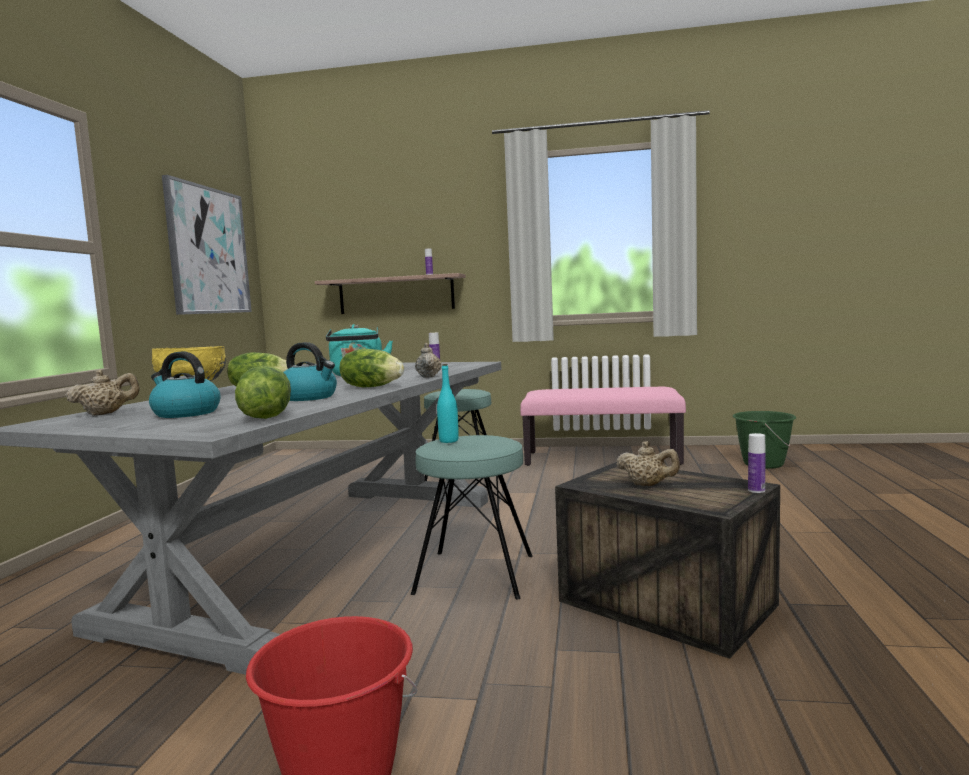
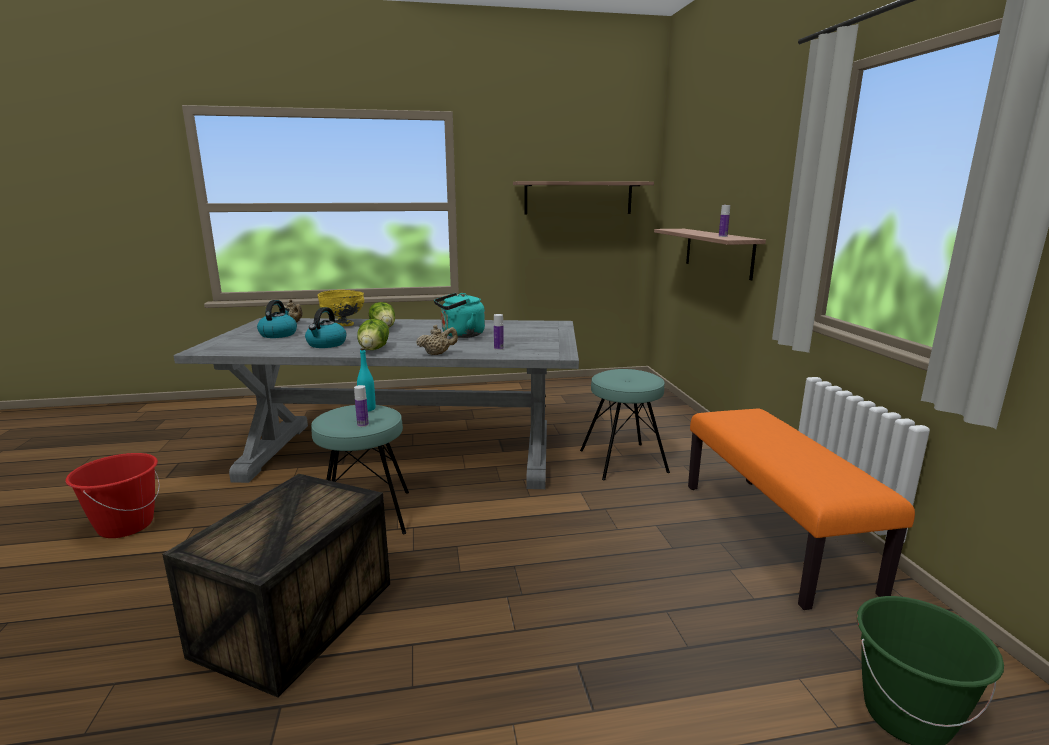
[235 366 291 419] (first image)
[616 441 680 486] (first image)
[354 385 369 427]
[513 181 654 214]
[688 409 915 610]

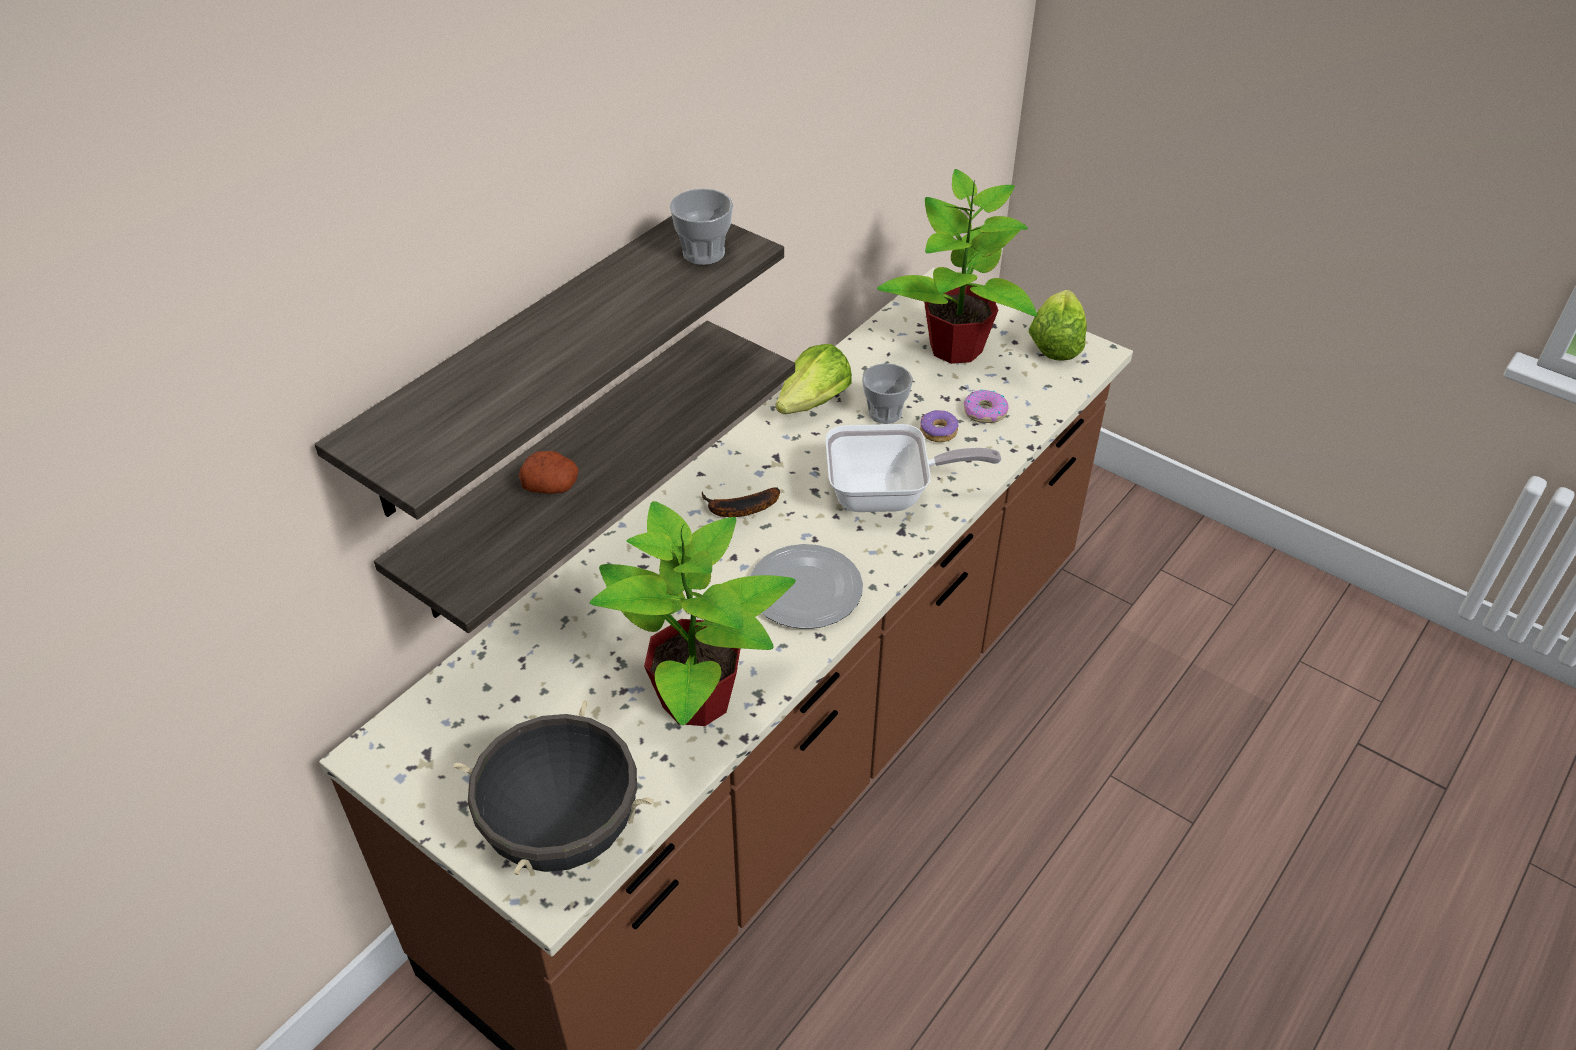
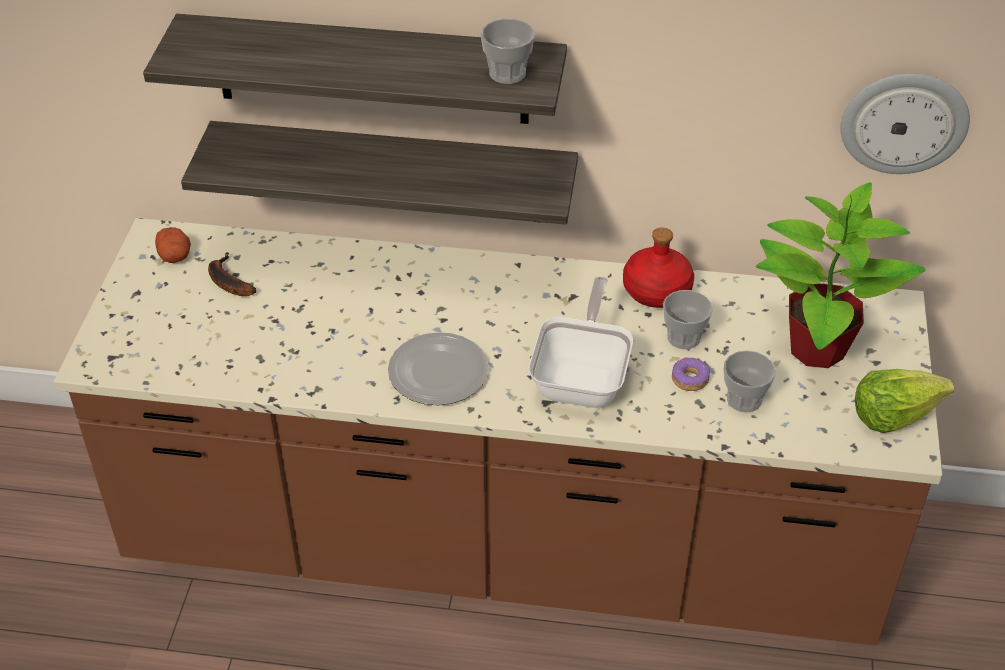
[454 700 654 876] (first image)
[590 501 796 726] (first image)
[840 73 970 174]
[155 227 191 263]
[208 252 256 296]
[623 228 694 308]
[724 350 776 413]
[528 277 633 408]

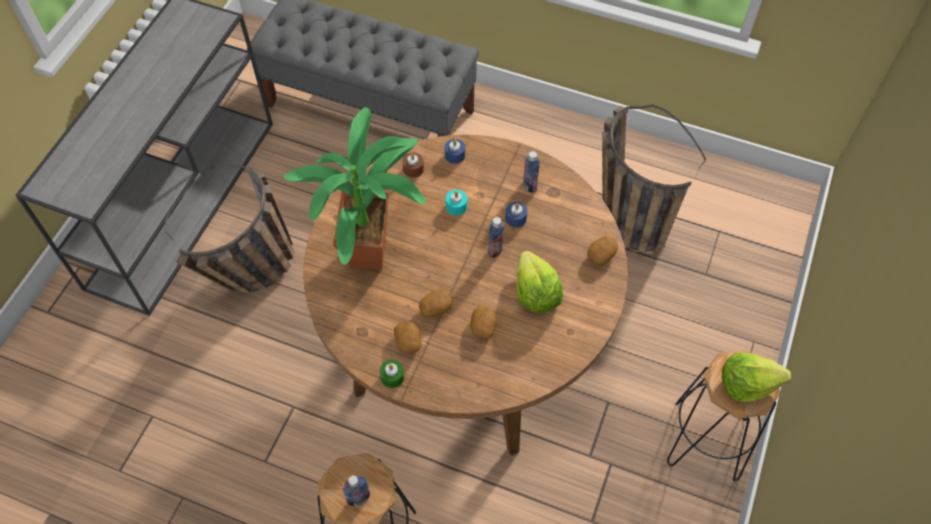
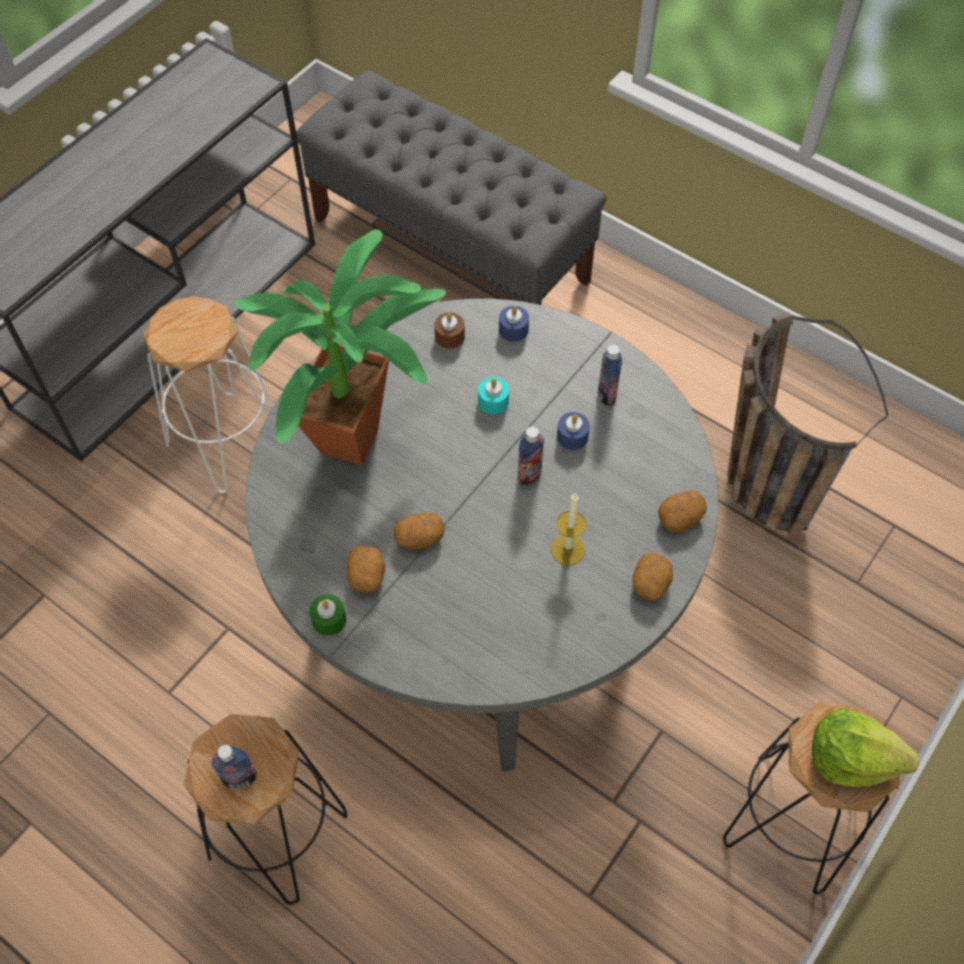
[632 552 673 601]
[142 296 273 493]
[551 493 587 565]
[246 299 718 772]

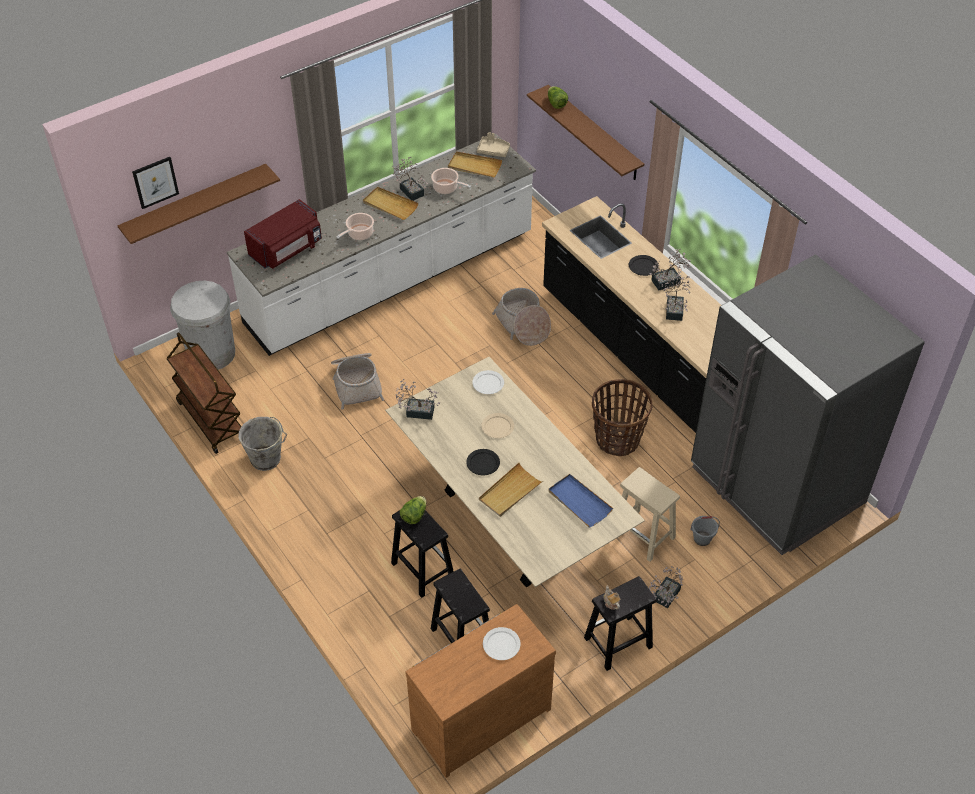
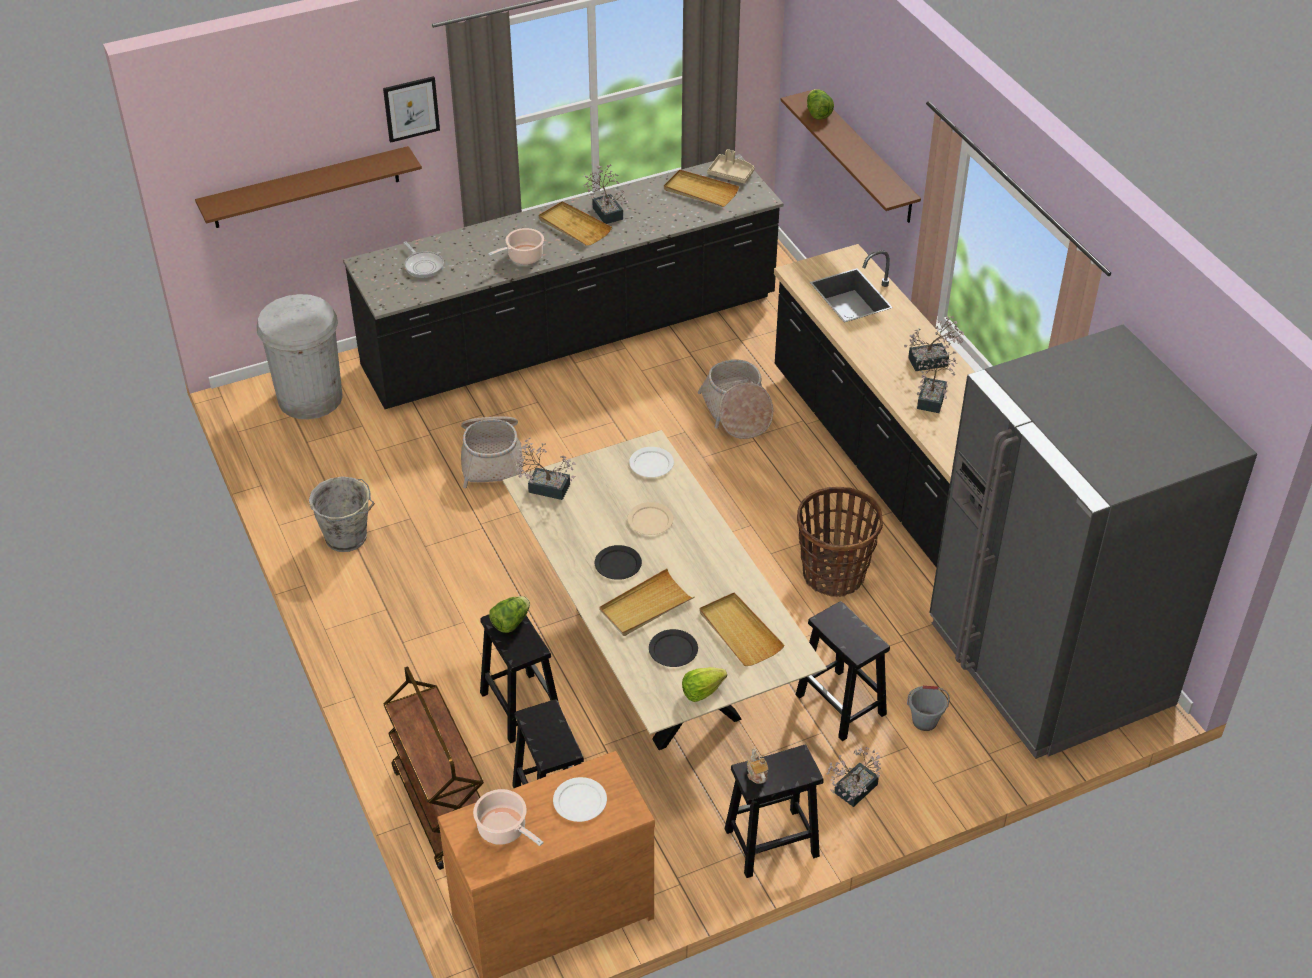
[682 667 727 702]
[383 76 440 143]
[383 666 484 870]
[473 789 543 846]
[649 629 698 667]
[404 242 444 278]
[343 154 784 409]
[700 592 784 666]
[796 601 890 741]

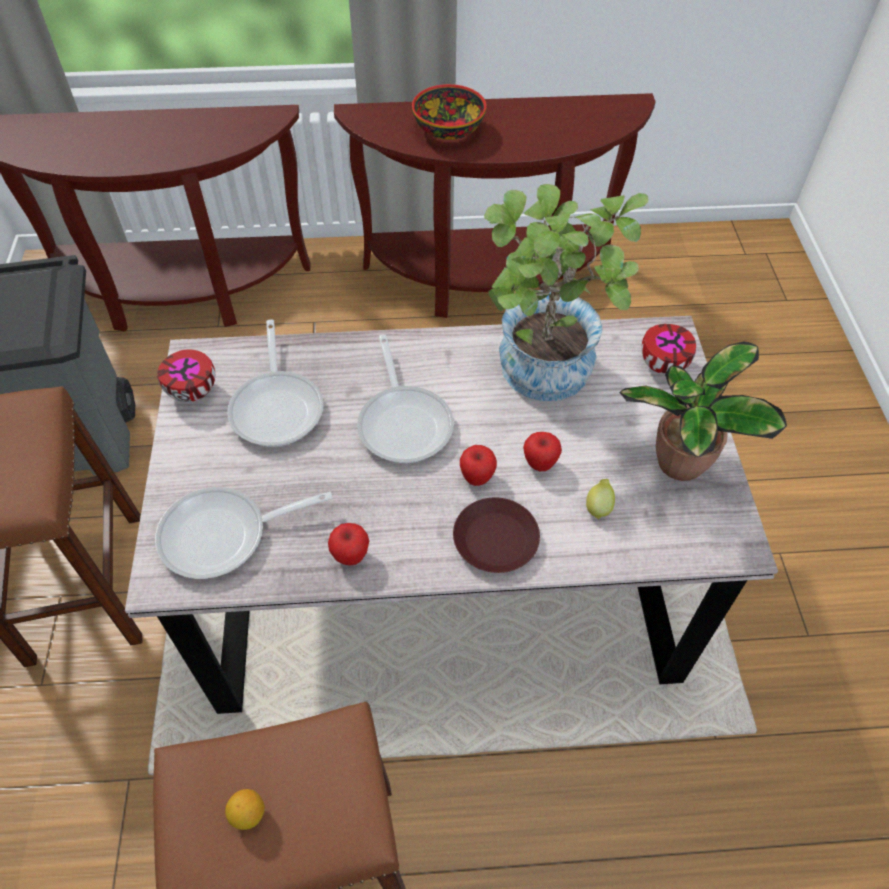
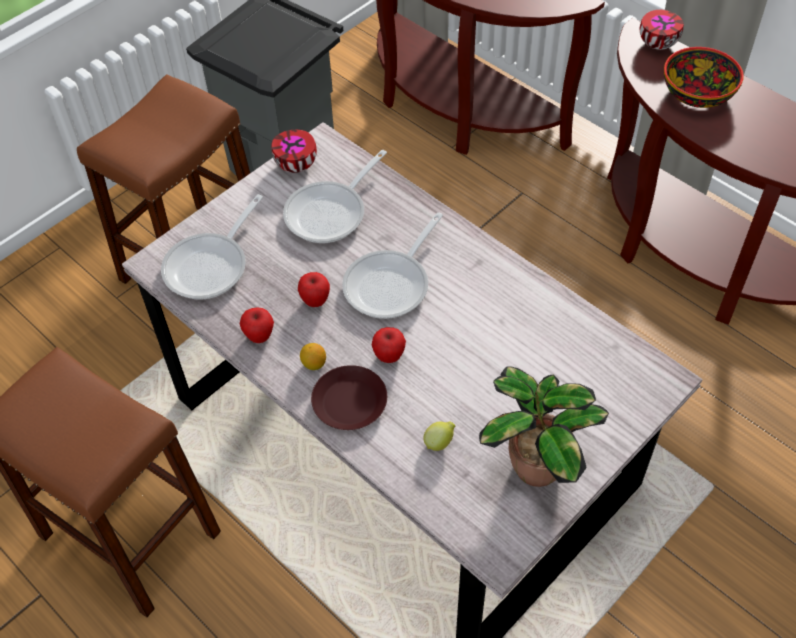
[484 184 649 401] (first image)
[300 343 326 370]
[298 272 330 307]
[640 10 684 50]
[161 194 263 300]

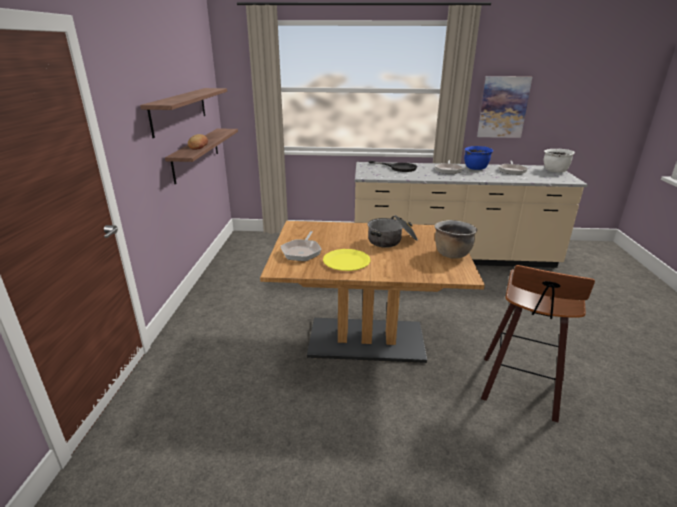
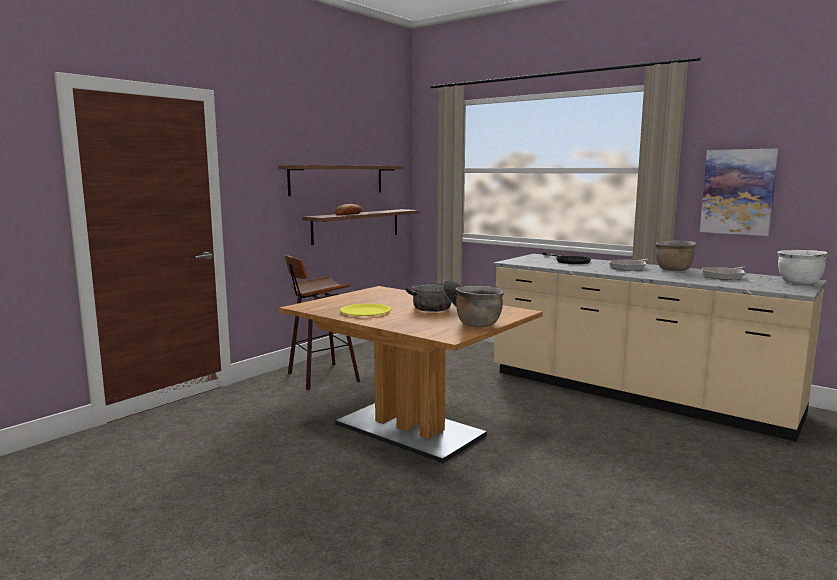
[281 231 322 261] (first image)
[284 254 360 390]
[655 240 696 271]

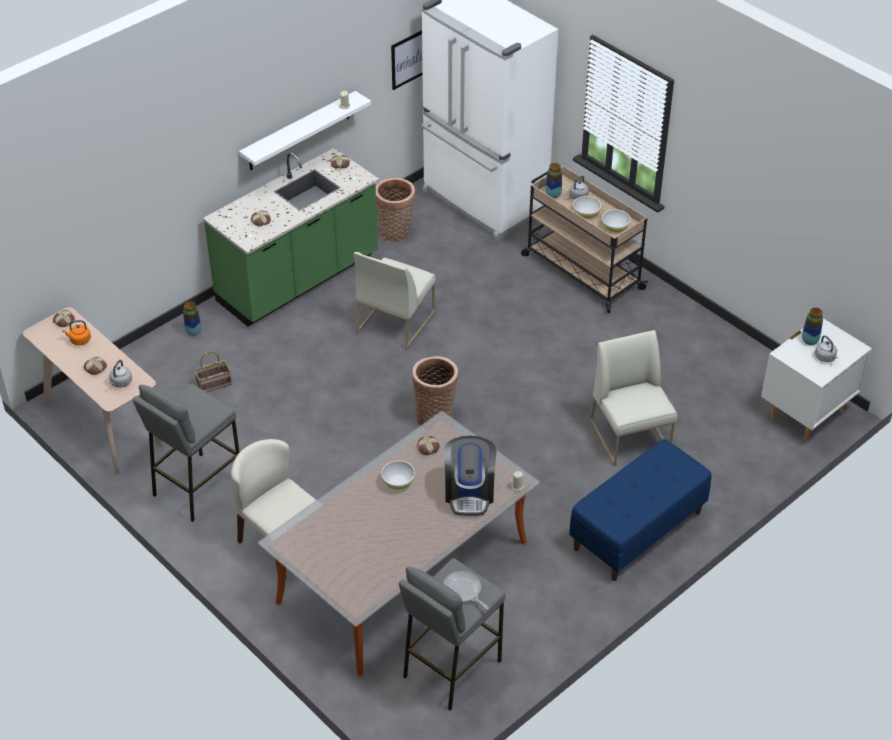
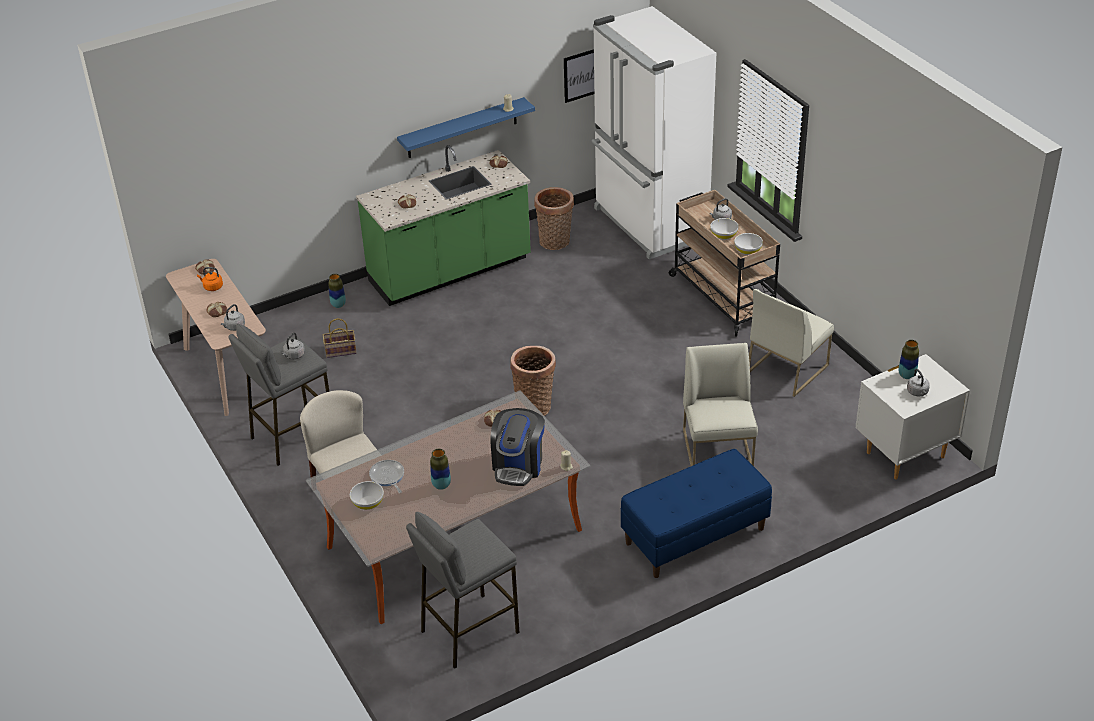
[282 332 305 360]
[749 289 834 397]
[350 481 384 510]
[369 460 404 493]
[430 449 451 490]
[397 97 535 158]

